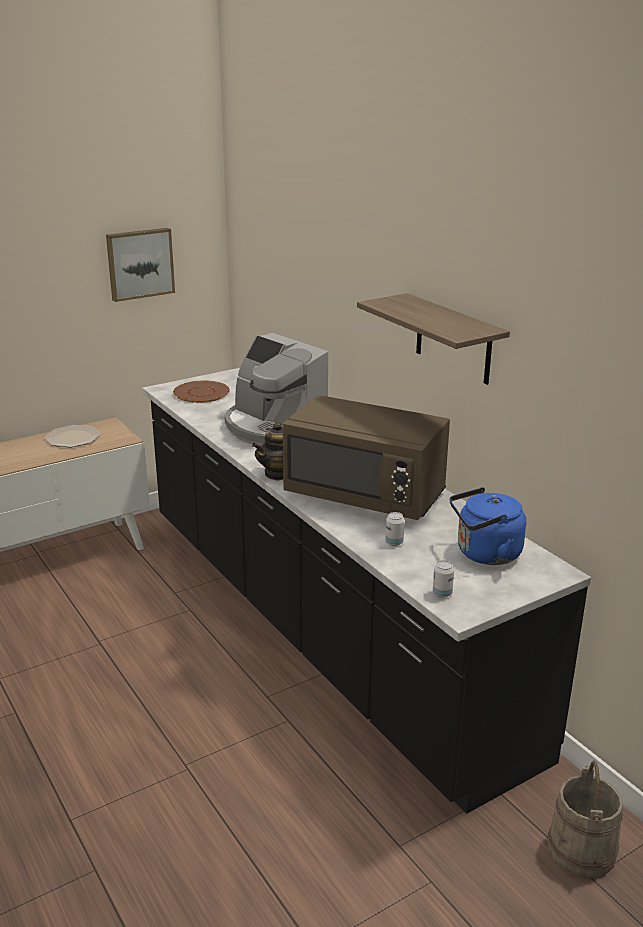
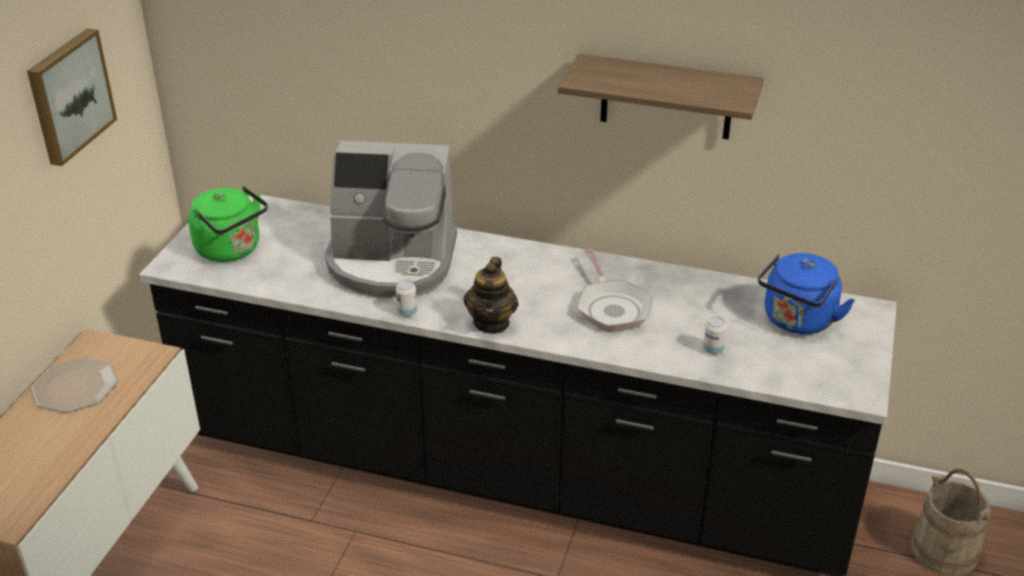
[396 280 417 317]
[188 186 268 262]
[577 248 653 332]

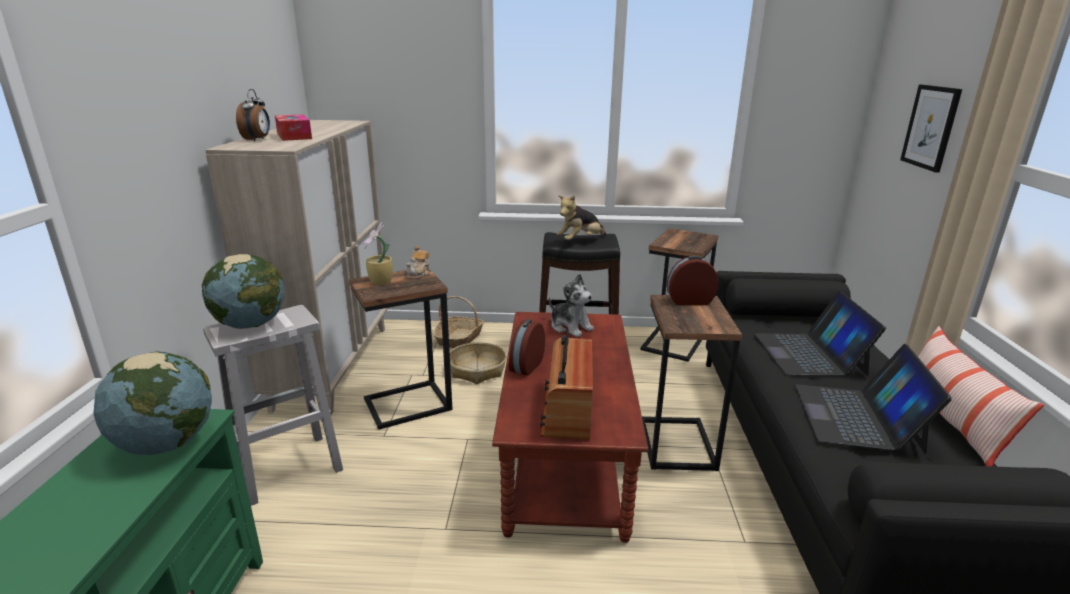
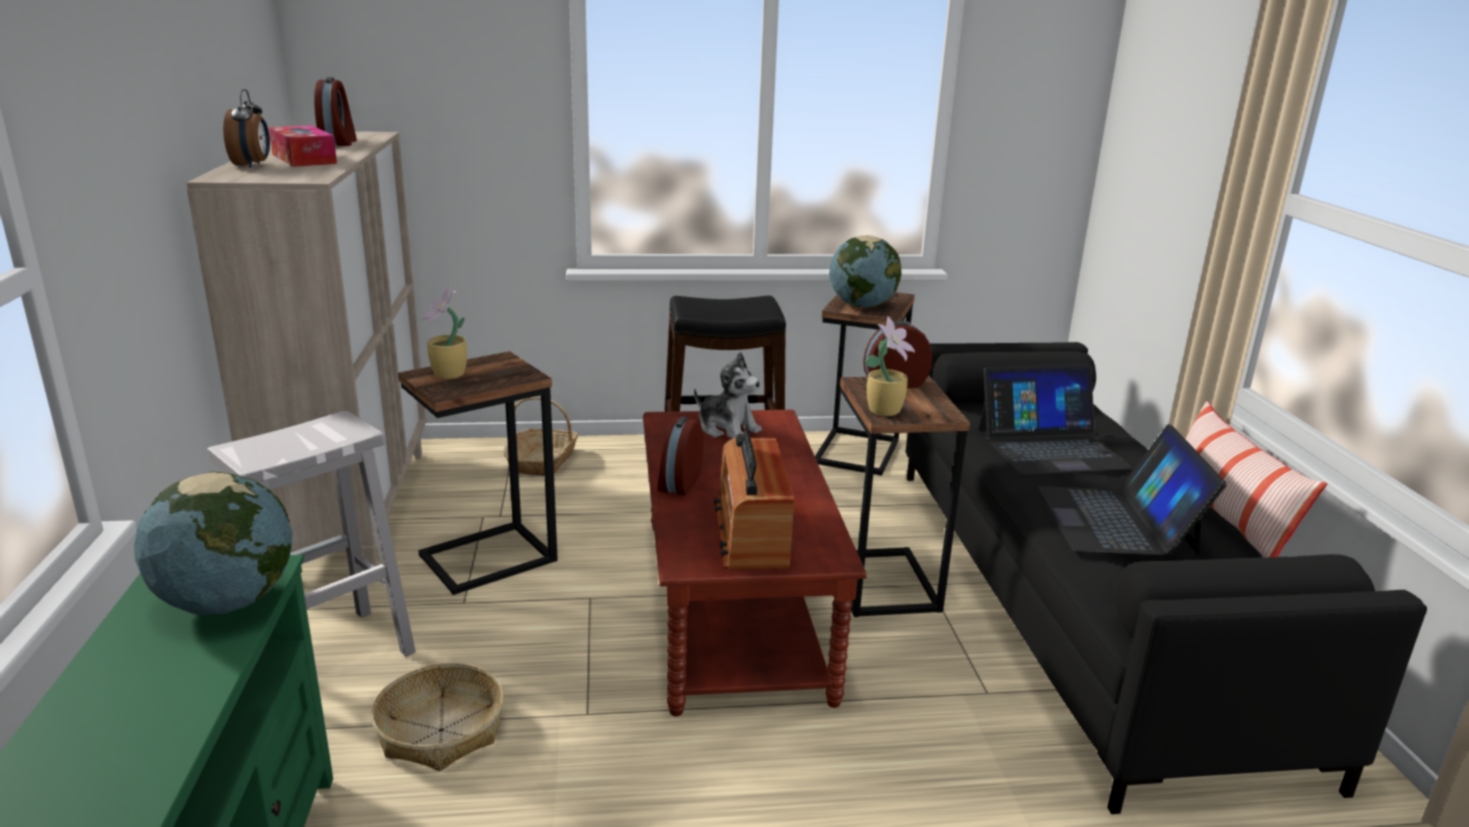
[406 245 430 279] (first image)
[557 195 607 240] (first image)
[900 84 962 173] (first image)
[314 77 357 146]
[865 317 915 416]
[829 236 901 308]
[371 663 504 771]
[978 364 1133 475]

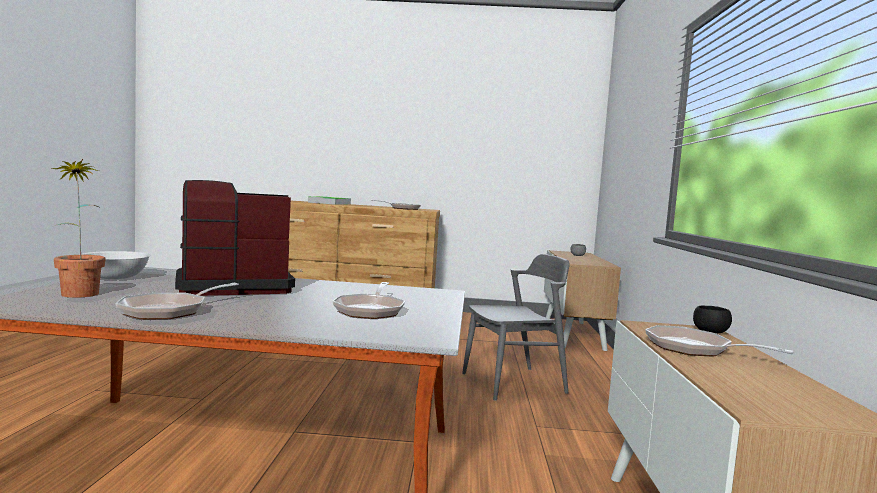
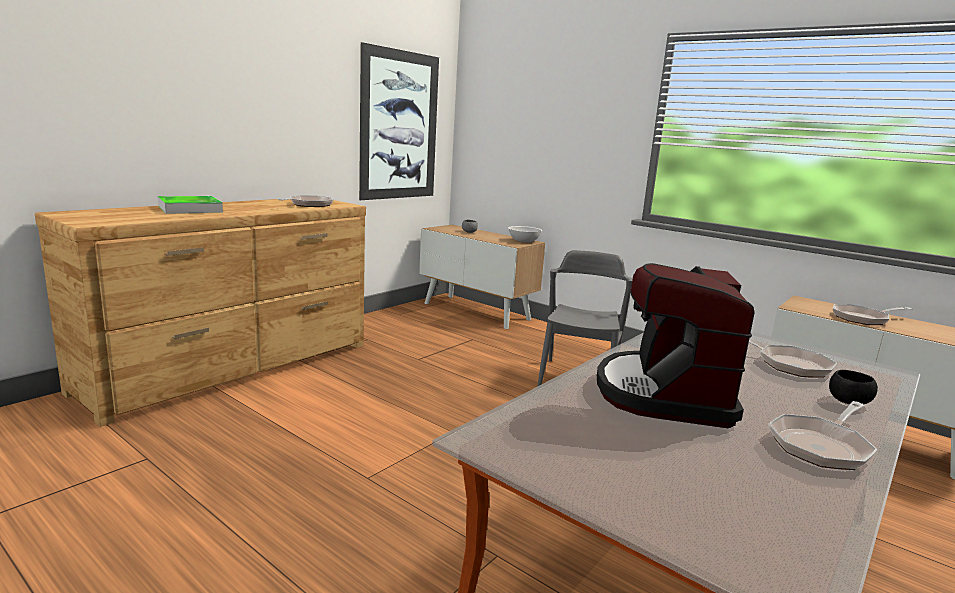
[52 159 106 298] (first image)
[359 42 439 200]
[508 226 542 242]
[829 370 878 404]
[769 401 878 470]

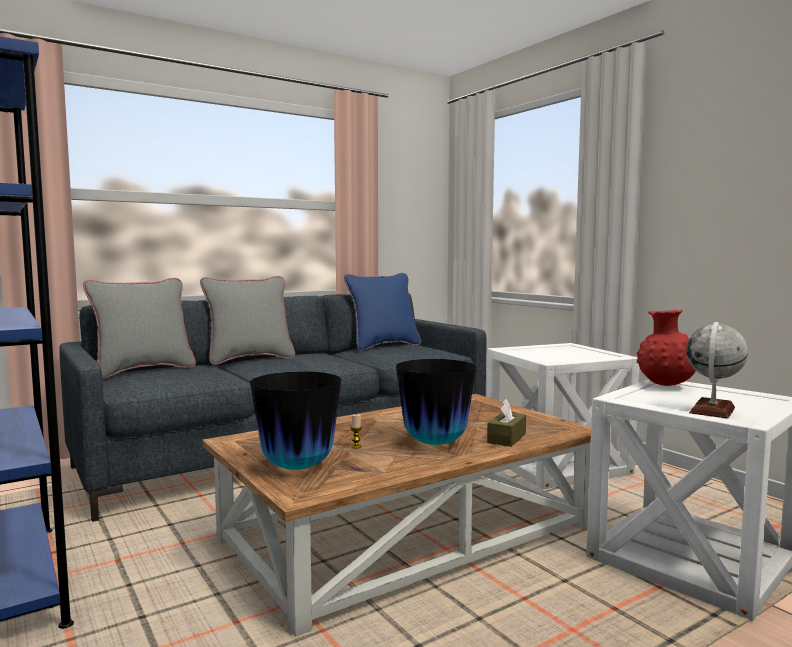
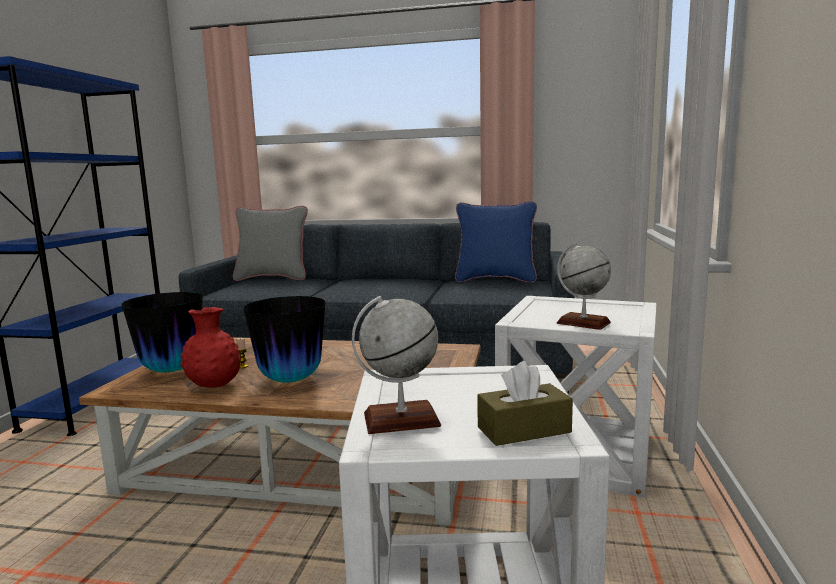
[200 276 295 365] (first image)
[557 243 611 330]
[477 361 573 446]
[180 307 241 387]

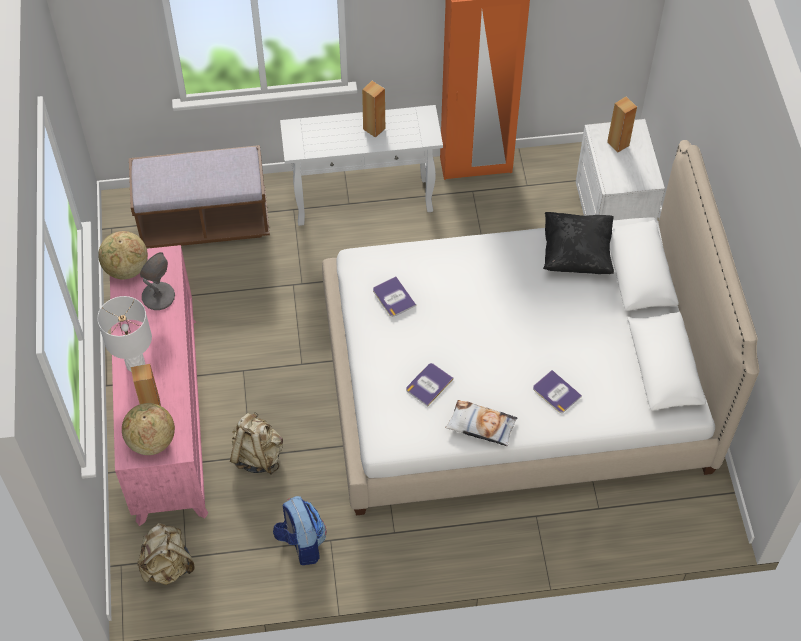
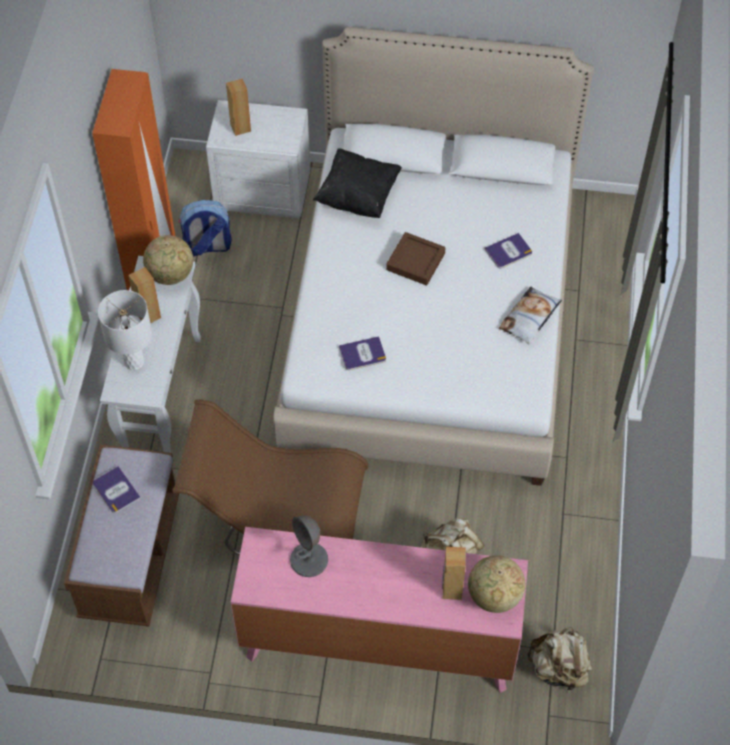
[172 399 368 555]
[386 232 445 285]
[98 290 152 370]
[143 235 193 285]
[178 200 232 256]
[93 466 141 513]

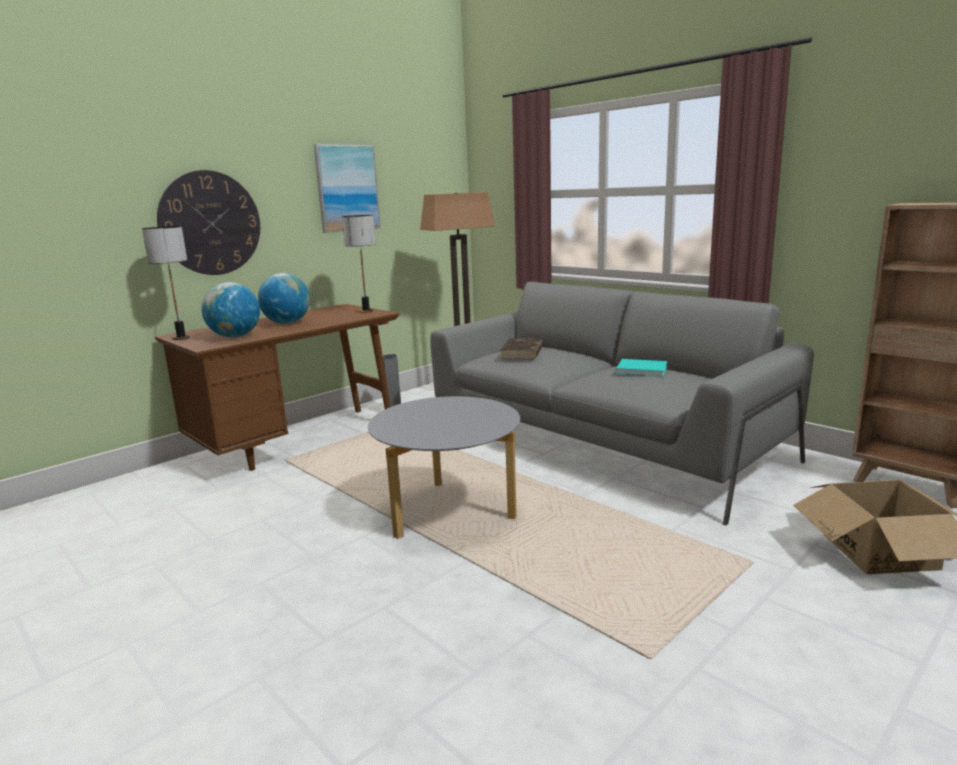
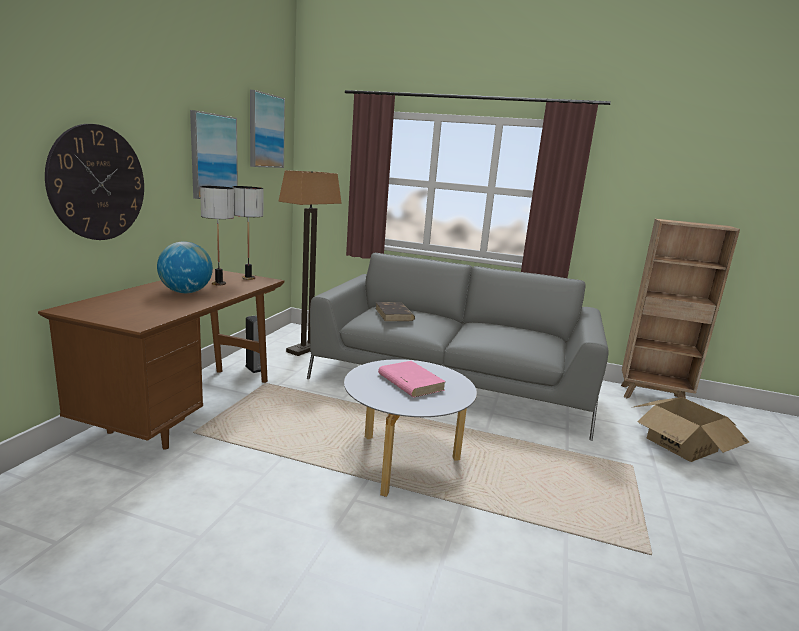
[202 282 260 338] (first image)
[616 359 667 377] (first image)
[250 90 285 168]
[378 361 446 397]
[200 186 234 285]

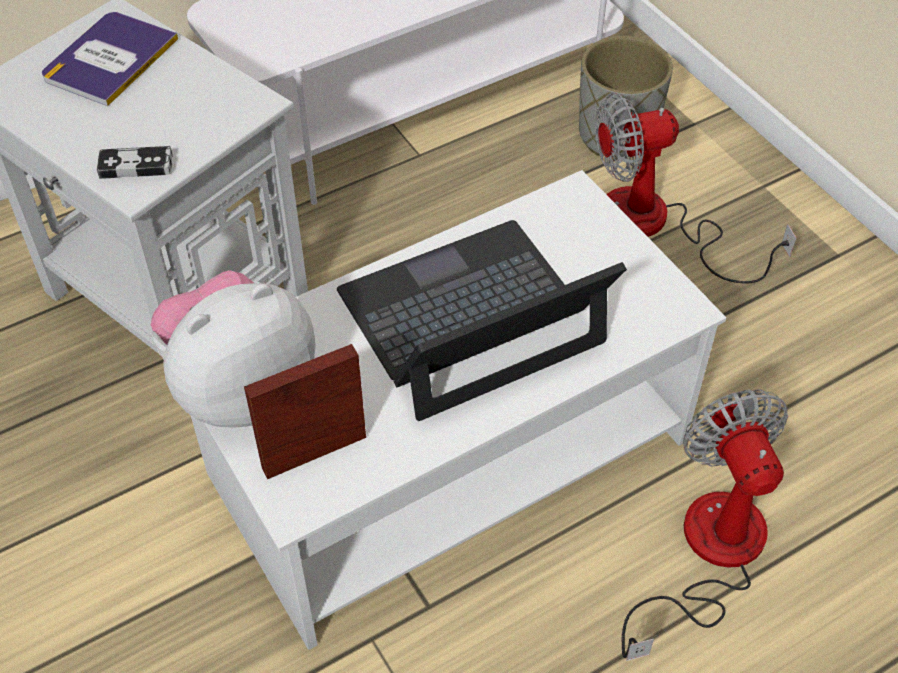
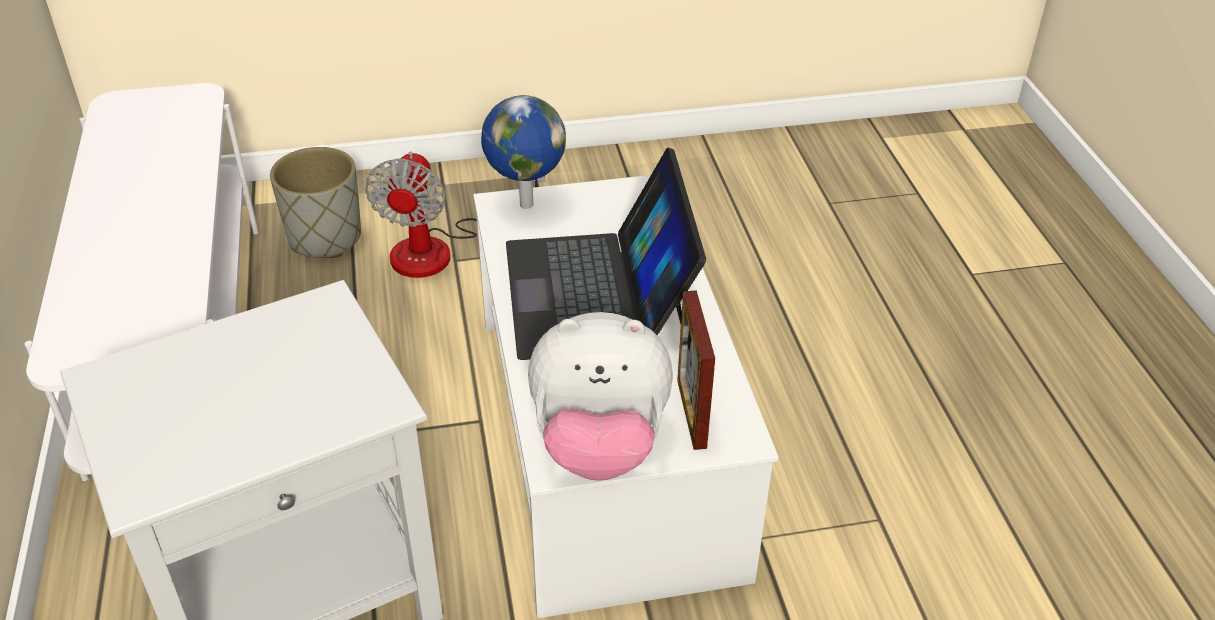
[42 12 178 106] (first image)
[97 146 173 179] (first image)
[622 389 788 661] (first image)
[481 95 566 209]
[528 312 673 481]

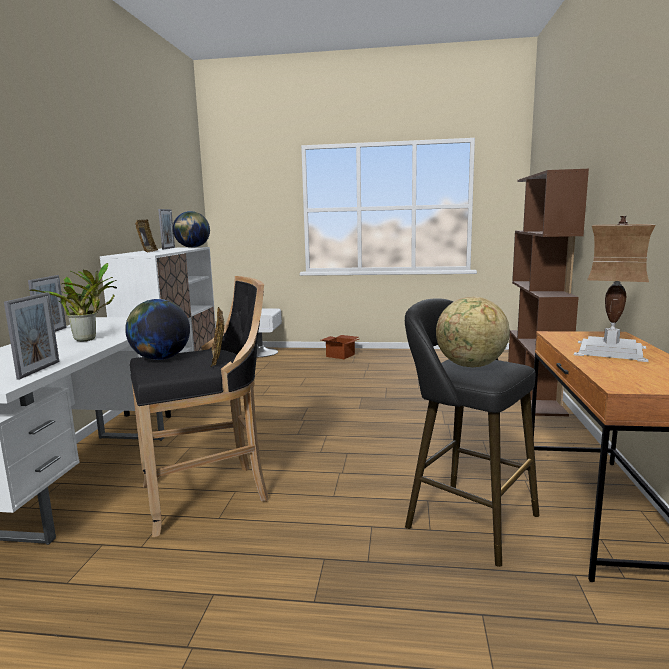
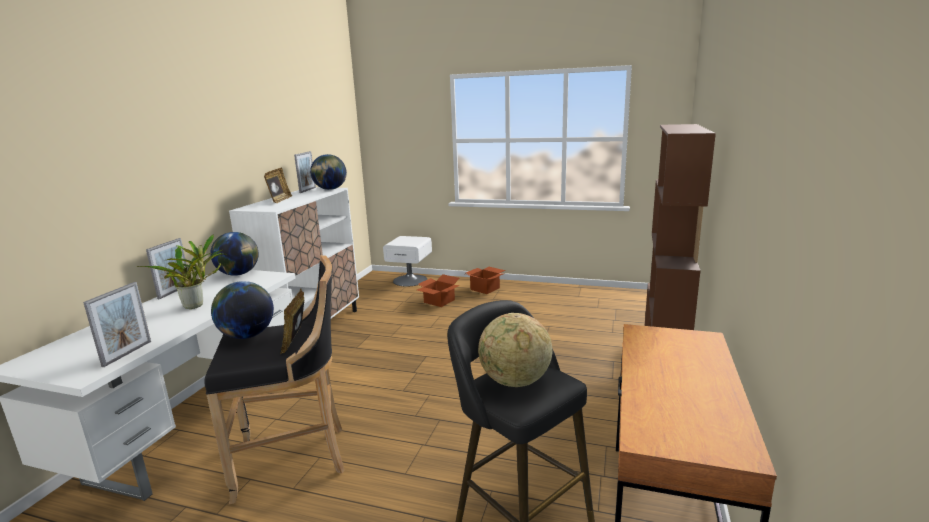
[574 216 655 362] (first image)
[210 232 259 276]
[417 274 460 307]

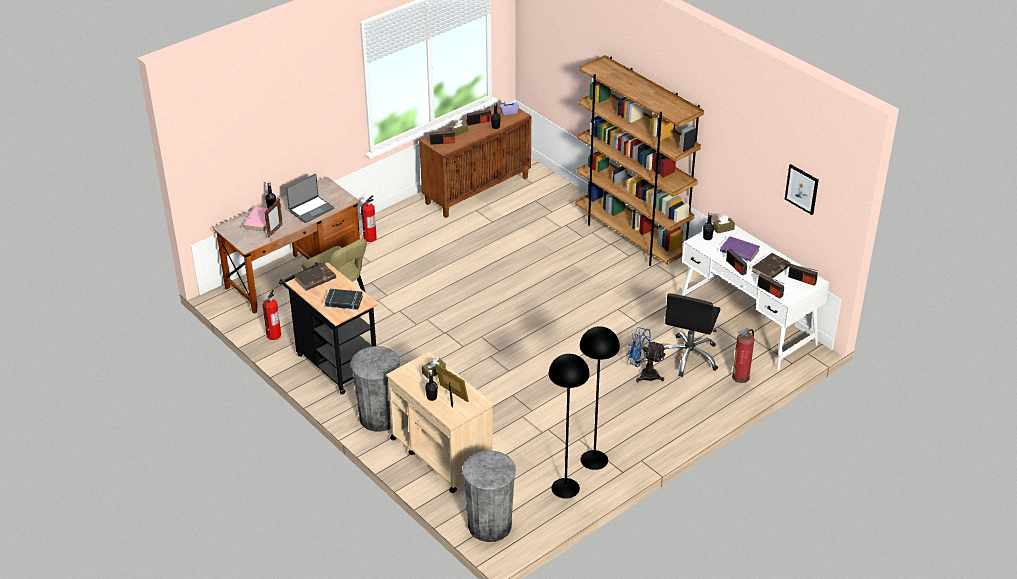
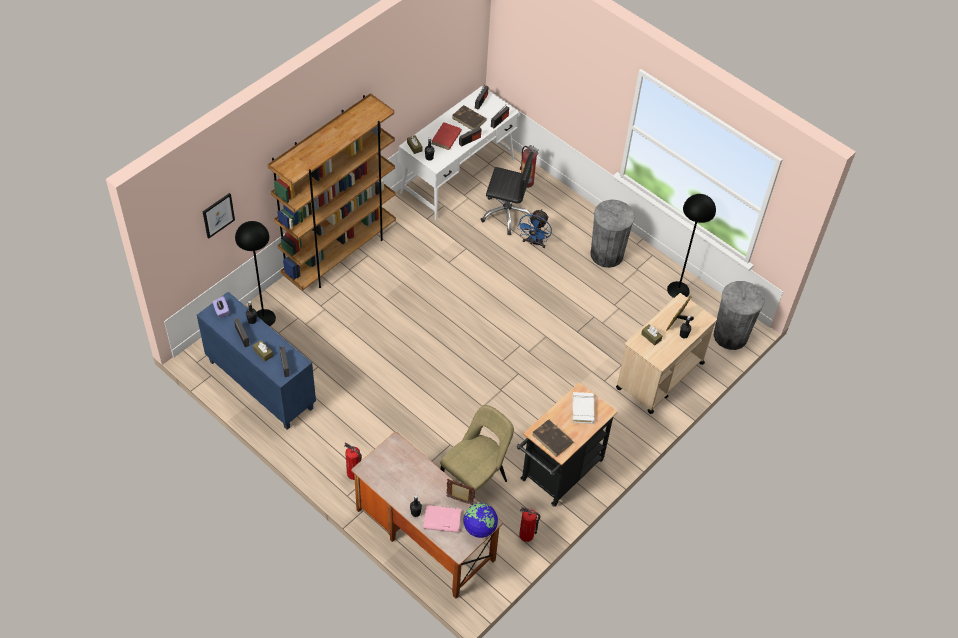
[286 174 334 223] (first image)
[463 503 498 538]
[591 199 635 268]
[235 221 276 326]
[203 193 235 239]
[573 392 595 424]
[197 292 316 430]
[432 122 462 150]

